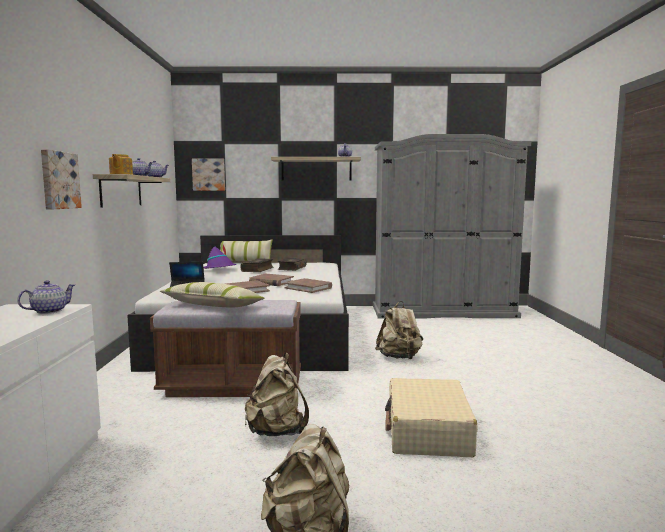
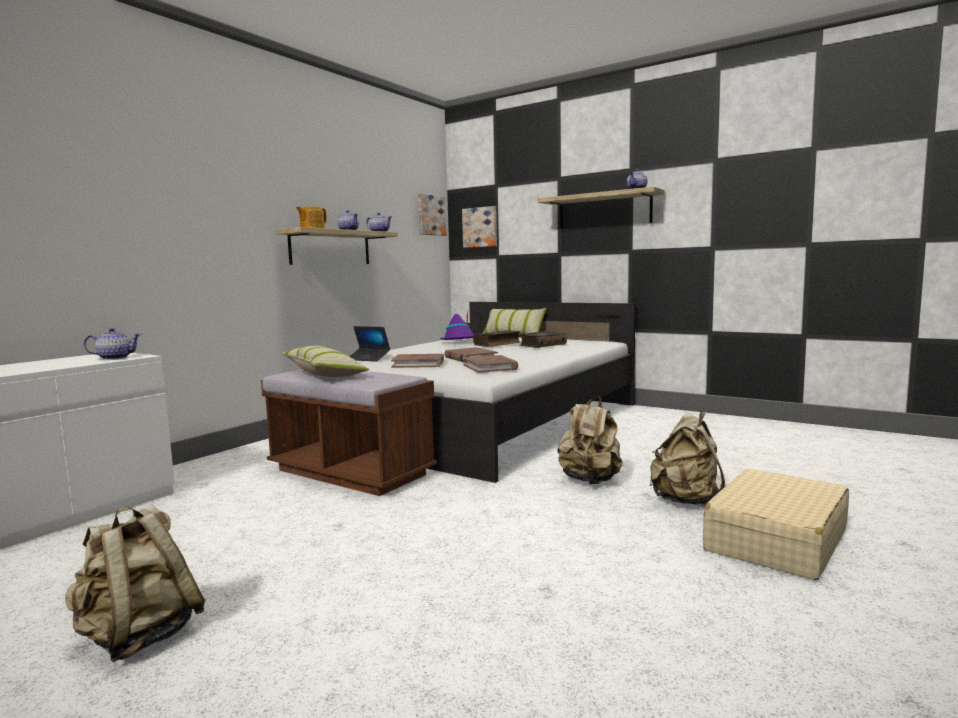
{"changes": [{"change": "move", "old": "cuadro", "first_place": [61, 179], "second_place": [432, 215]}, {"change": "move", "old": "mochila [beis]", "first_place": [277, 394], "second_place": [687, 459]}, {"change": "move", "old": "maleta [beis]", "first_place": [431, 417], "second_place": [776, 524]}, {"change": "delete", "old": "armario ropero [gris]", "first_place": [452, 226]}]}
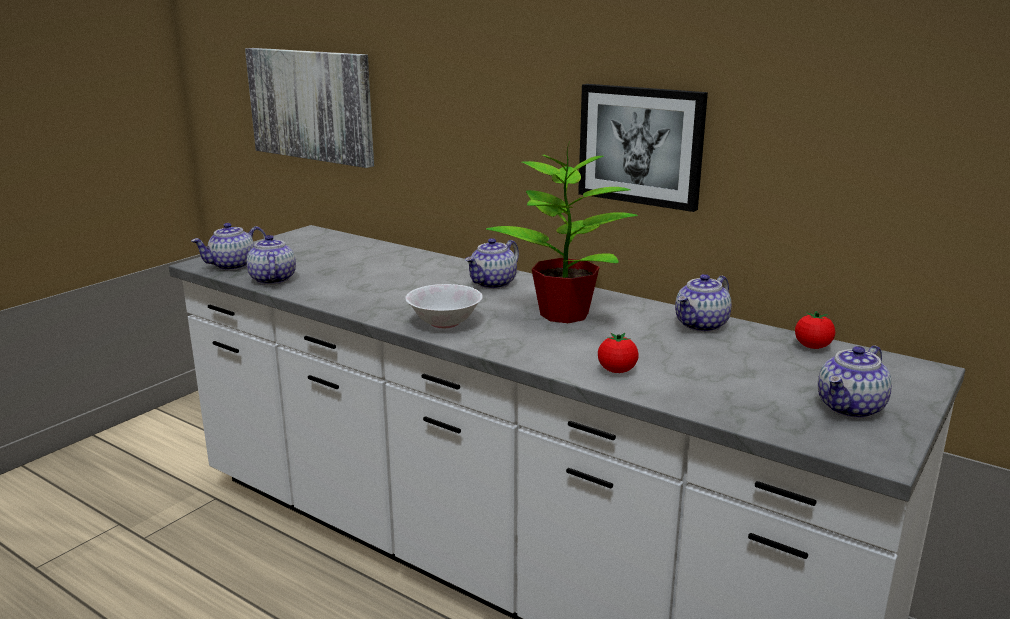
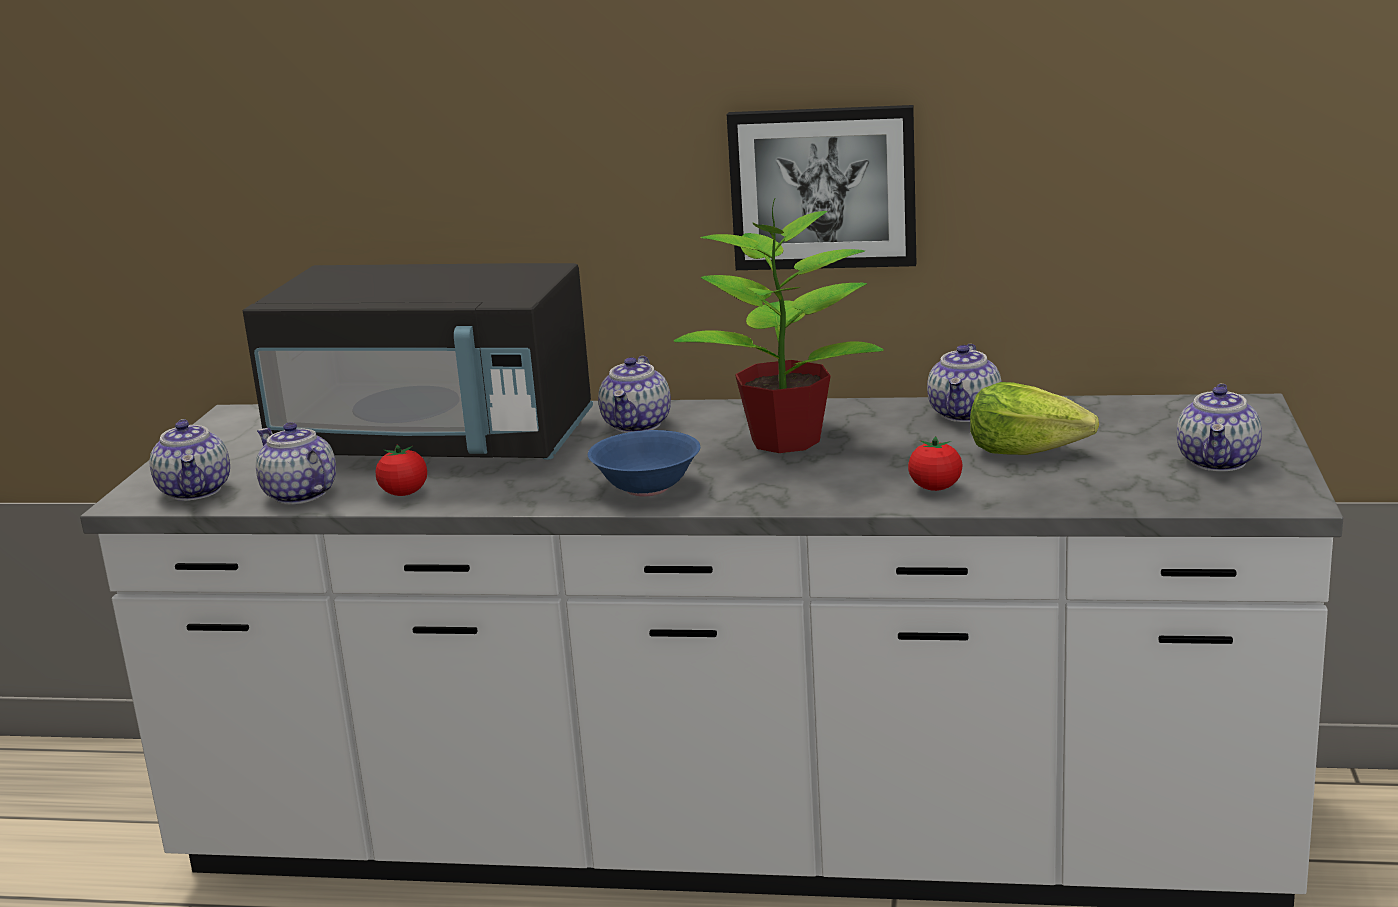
{"changes": [{"change": "rotate", "old": "tetera", "first_place": [228, 246], "second_place": [190, 460], "degrees": -45}, {"change": "insert", "new": "microondas [negro]", "second_place": [418, 361]}, {"change": "move", "old": "tomate", "first_place": [815, 330], "second_place": [401, 470]}, {"change": "recolor", "old": "cuenco [blanco]", "new": "cuenco [azul]", "first_place": [444, 306], "second_place": [644, 463]}, {"change": "insert", "new": "lechuga", "second_place": [1034, 418]}, {"change": "delete", "old": "cuadro", "first_place": [309, 108]}]}
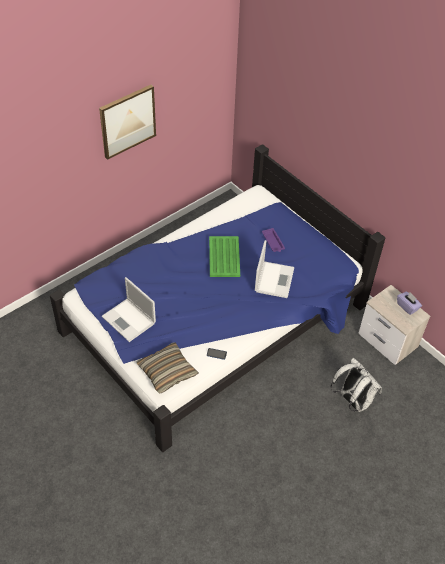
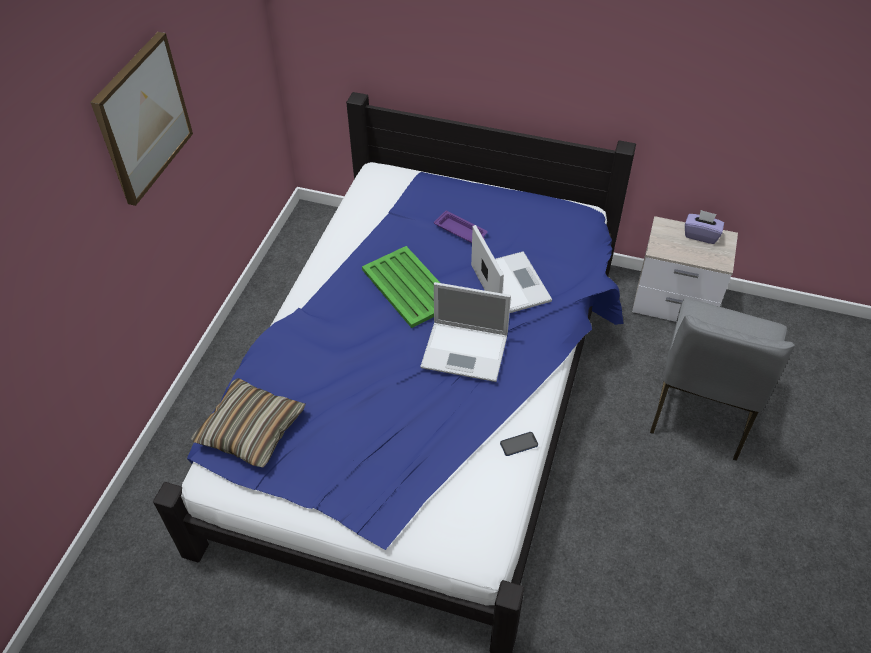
{"changes": [{"change": "move", "old": "cojín", "first_place": [167, 368], "second_place": [248, 422]}, {"change": "move", "old": "portátil", "first_place": [129, 309], "second_place": [465, 332]}, {"change": "replace", "old": "mochila [blanco]", "new": "silla [gris]", "first_place": [356, 385], "second_place": [722, 379]}]}
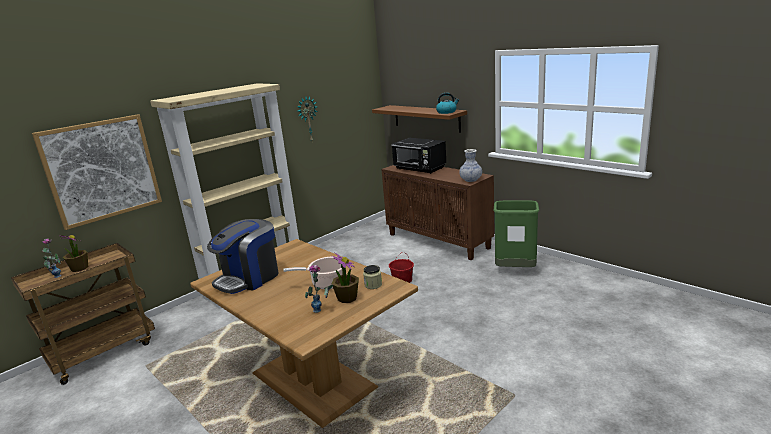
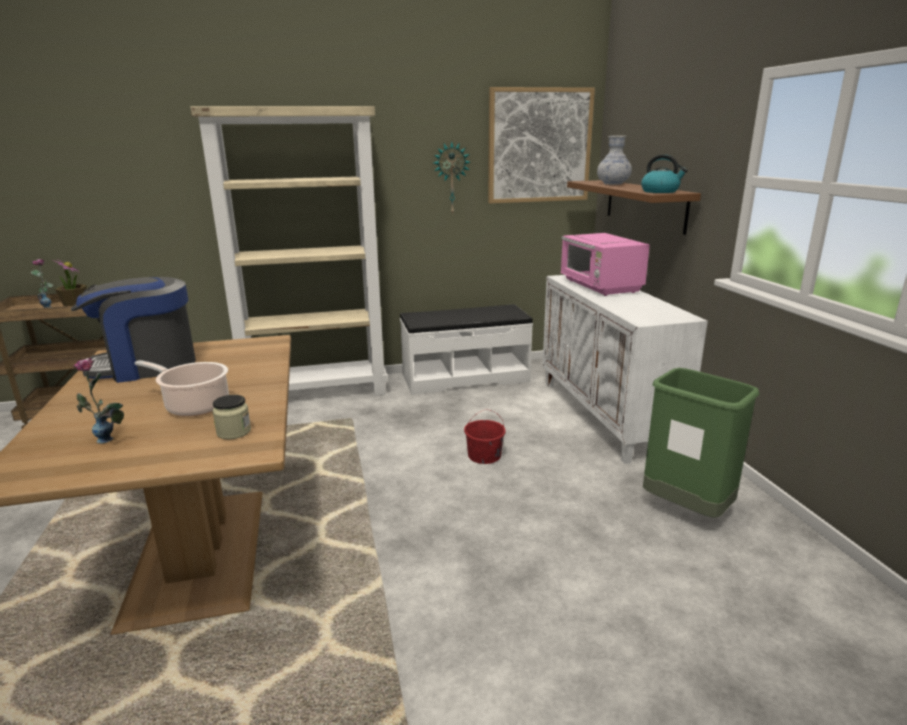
{"changes": [{"change": "insert", "new": "banco [blanco]", "second_place": [466, 349]}, {"change": "move", "old": "cuadro", "first_place": [97, 172], "second_place": [541, 145]}, {"change": "recolor", "old": "armario [marrón]", "new": "armario [blanco]", "first_place": [437, 212], "second_place": [625, 369]}, {"change": "recolor", "old": "microondas [negro]", "new": "microondas [rosa]", "first_place": [418, 156], "second_place": [605, 264]}, {"change": "move", "old": "florero", "first_place": [470, 165], "second_place": [614, 160]}, {"change": "delete", "old": "planta en maceta", "first_place": [345, 277]}]}
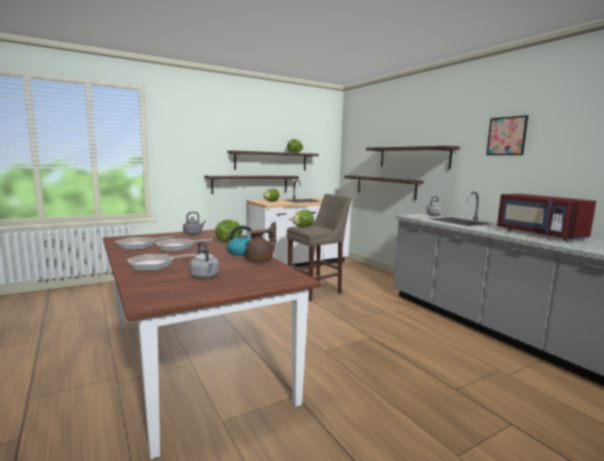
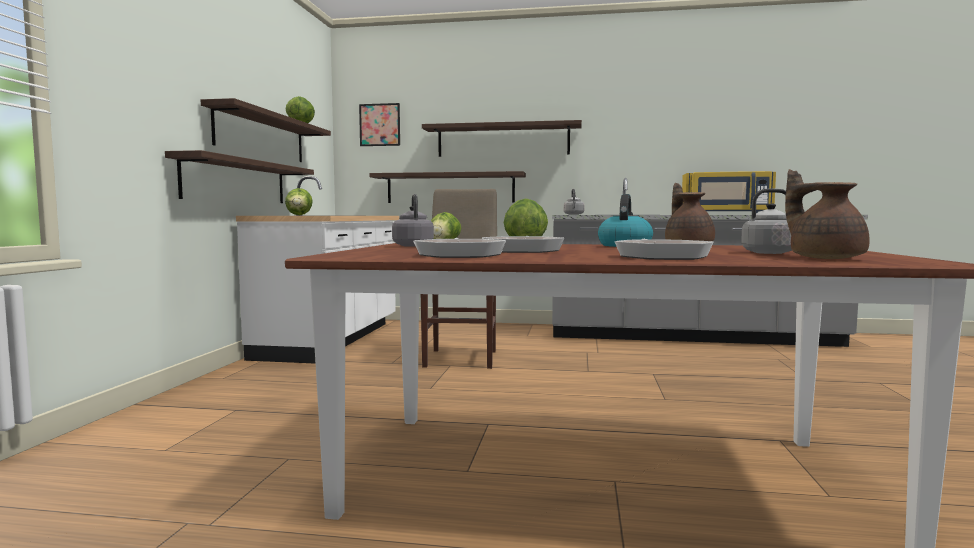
{"changes": [{"change": "move", "old": "cuadro", "first_place": [507, 135], "second_place": [379, 124]}, {"change": "recolor", "old": "microondas [rojo]", "new": "microondas [amarillo]", "first_place": [546, 217], "second_place": [729, 192]}, {"change": "insert", "new": "tetera [marrón]", "second_place": [827, 214]}]}
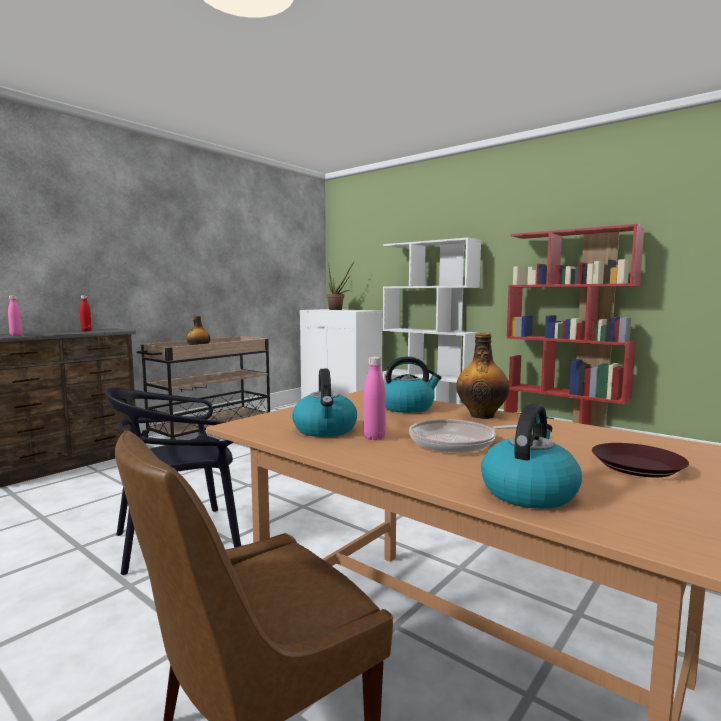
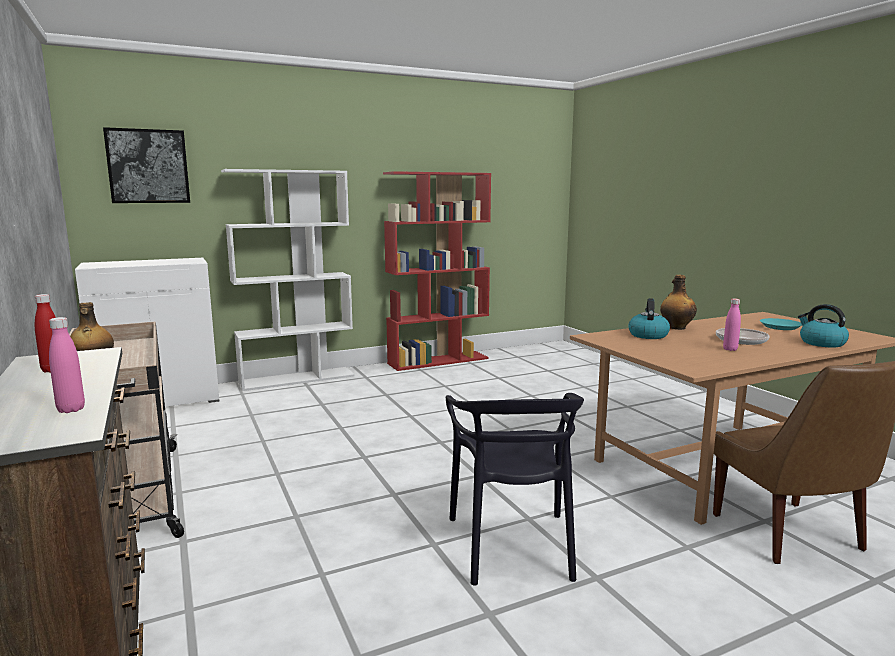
{"changes": [{"change": "insert", "new": "cuadro", "second_place": [146, 165]}, {"change": "recolor", "old": "plato [marrón]", "new": "plato [turquesa]", "first_place": [640, 460], "second_place": [781, 324]}, {"change": "delete", "old": "hervidor", "first_place": [324, 403]}, {"change": "delete", "old": "planta en maceta", "first_place": [340, 286]}]}
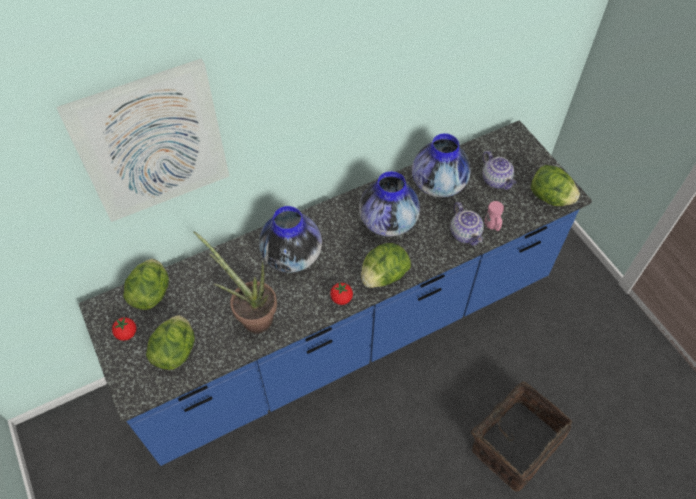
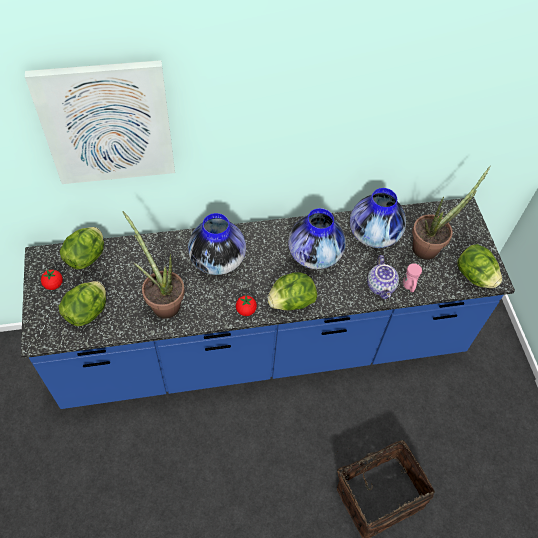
{"changes": [{"change": "replace", "old": "tetera", "new": "planta en maceta", "first_place": [500, 170], "second_place": [451, 213]}]}
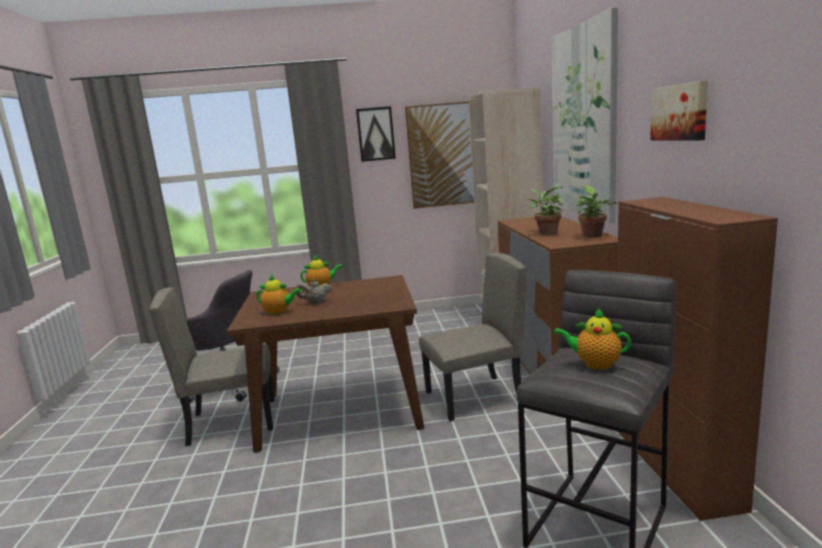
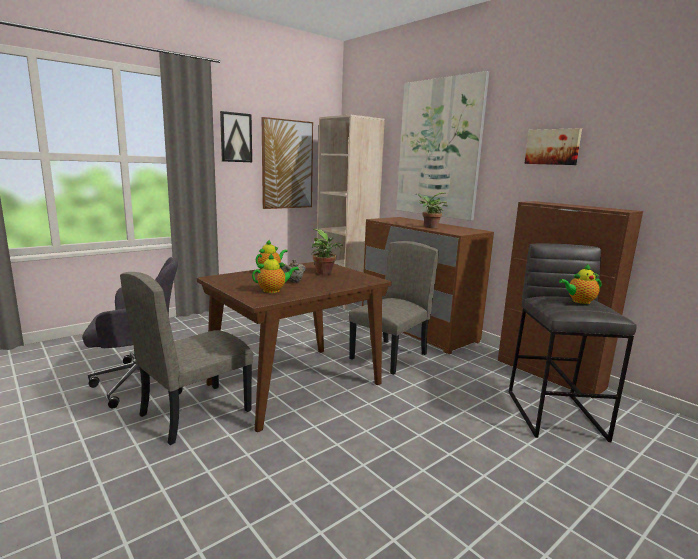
{"changes": [{"change": "move", "old": "planta en maceta", "first_place": [596, 211], "second_place": [327, 252]}]}
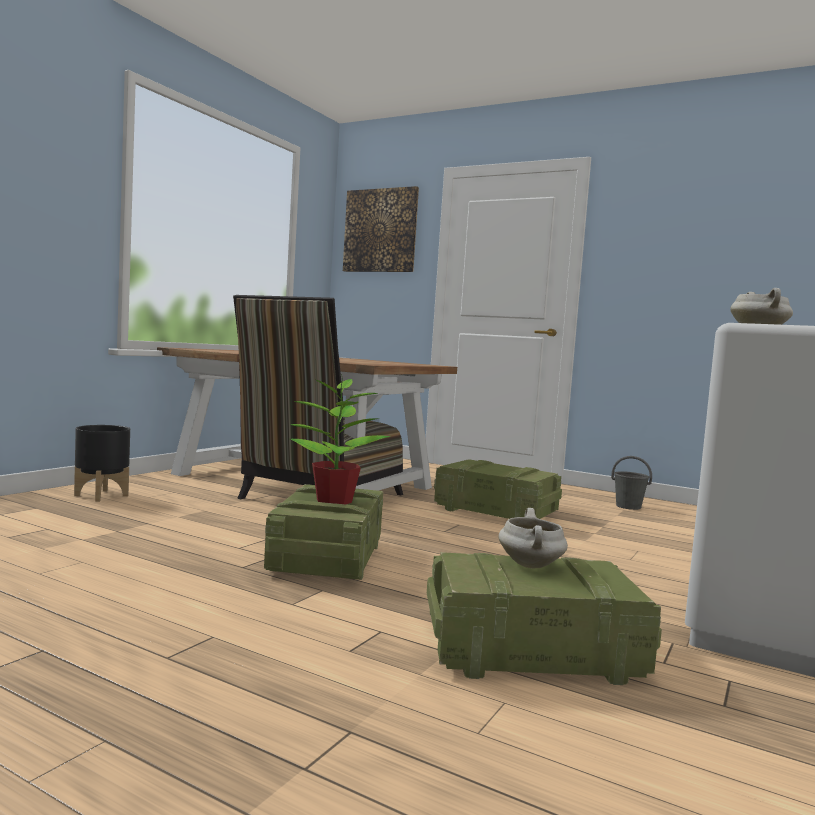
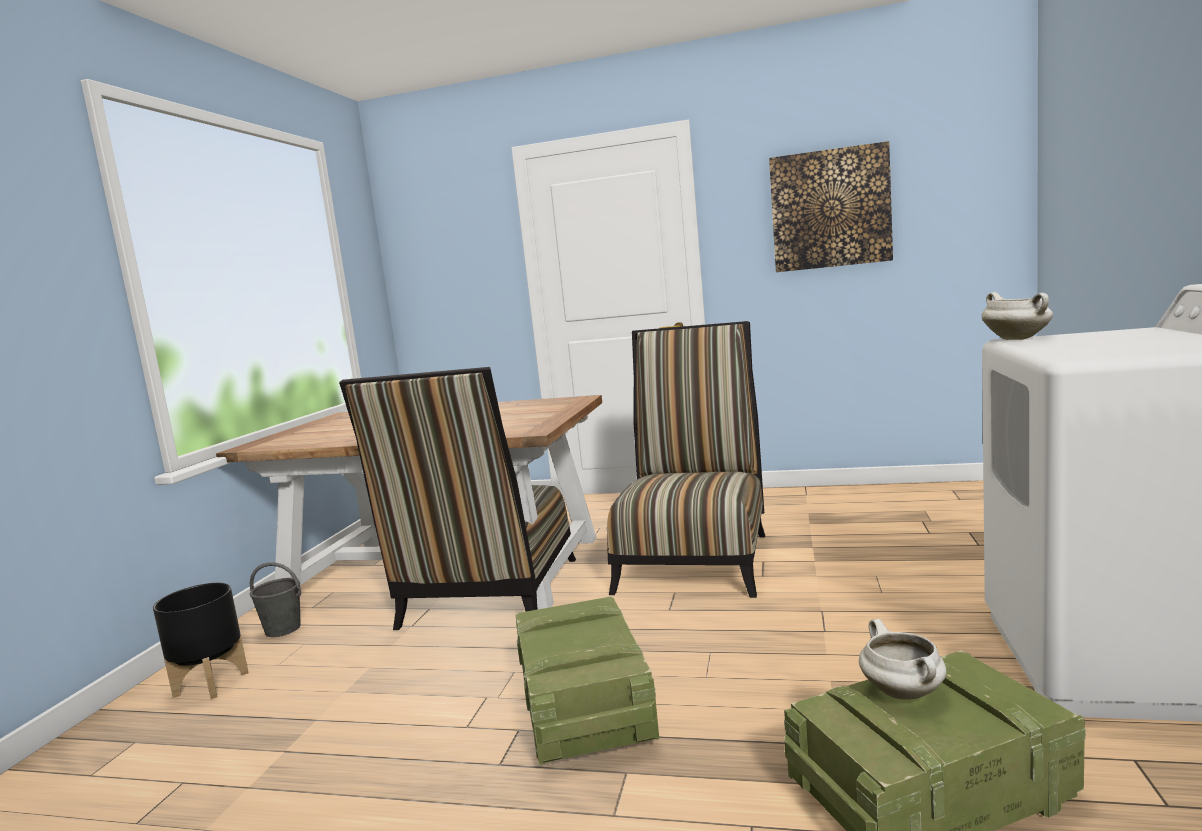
{"changes": [{"change": "move", "old": "cubo [gris]", "first_place": [631, 483], "second_place": [275, 599]}, {"change": "replace", "old": "caja de embalaje", "new": "silla", "first_place": [498, 489], "second_place": [686, 459]}, {"change": "move", "old": "cuadro", "first_place": [381, 229], "second_place": [831, 206]}, {"change": "delete", "old": "planta en maceta", "first_place": [340, 439]}]}
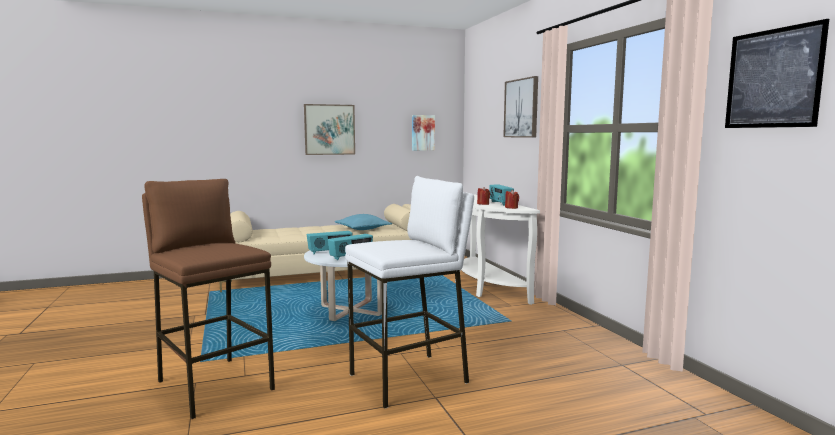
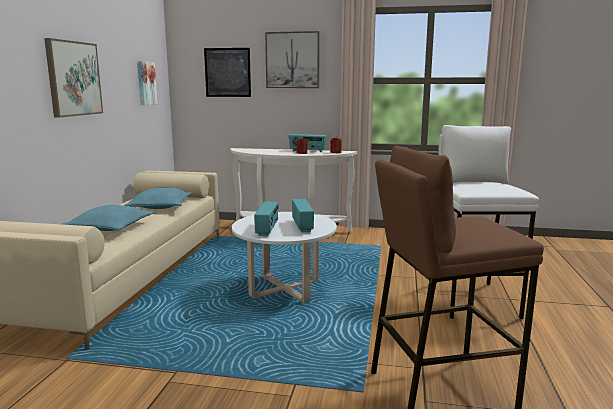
{"changes": [{"change": "insert", "new": "cojín [turquesa]", "second_place": [108, 218]}, {"change": "move", "old": "cuadro", "first_place": [777, 73], "second_place": [227, 72]}]}
